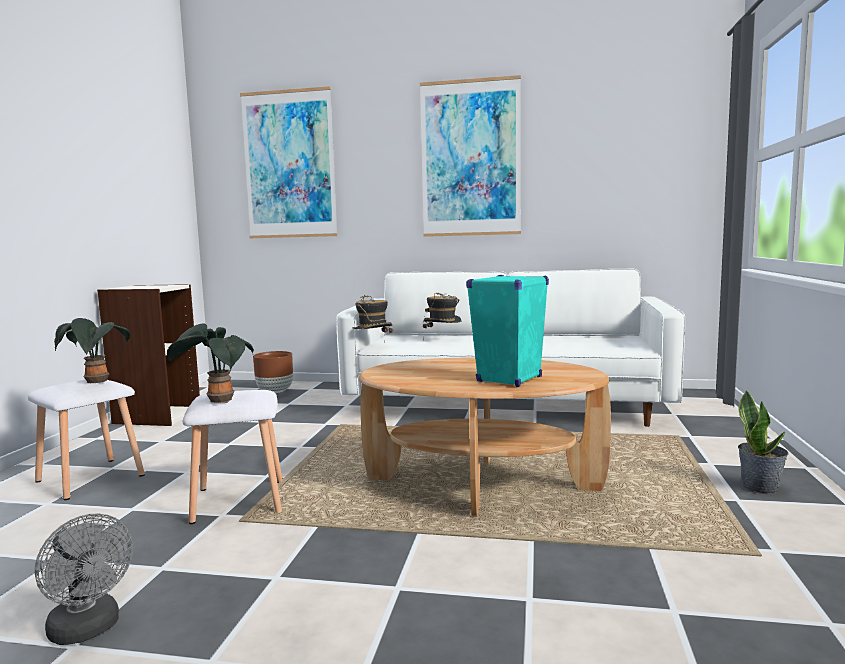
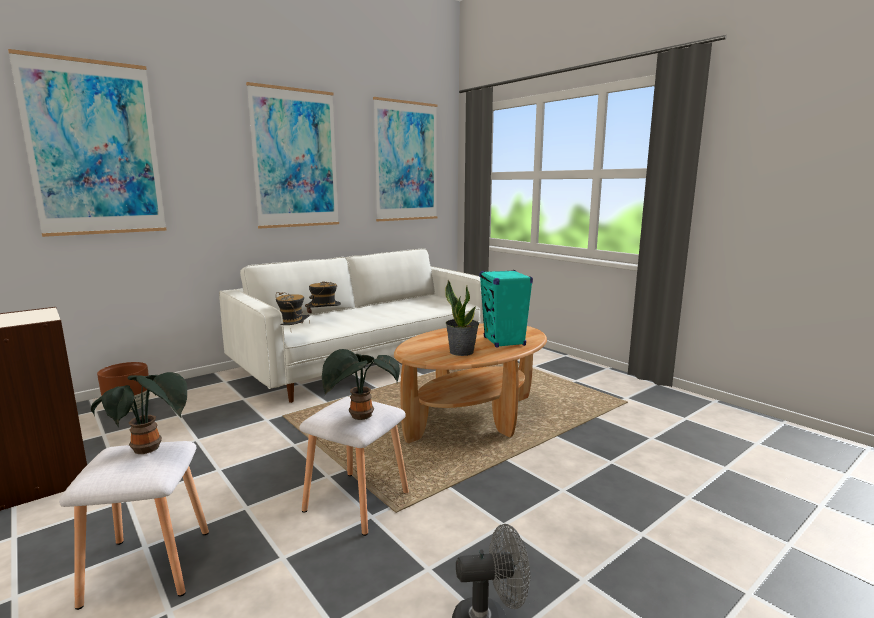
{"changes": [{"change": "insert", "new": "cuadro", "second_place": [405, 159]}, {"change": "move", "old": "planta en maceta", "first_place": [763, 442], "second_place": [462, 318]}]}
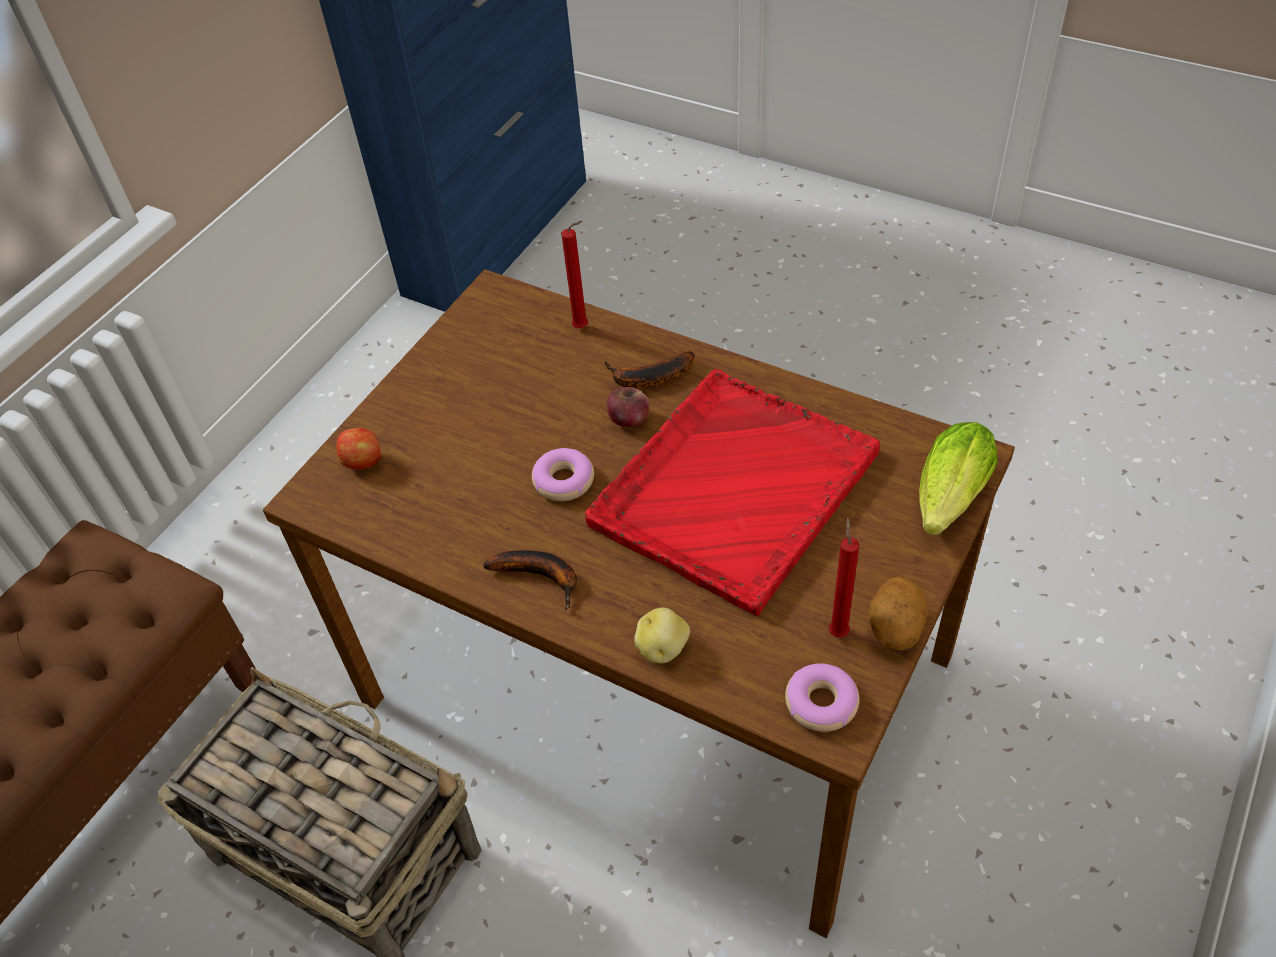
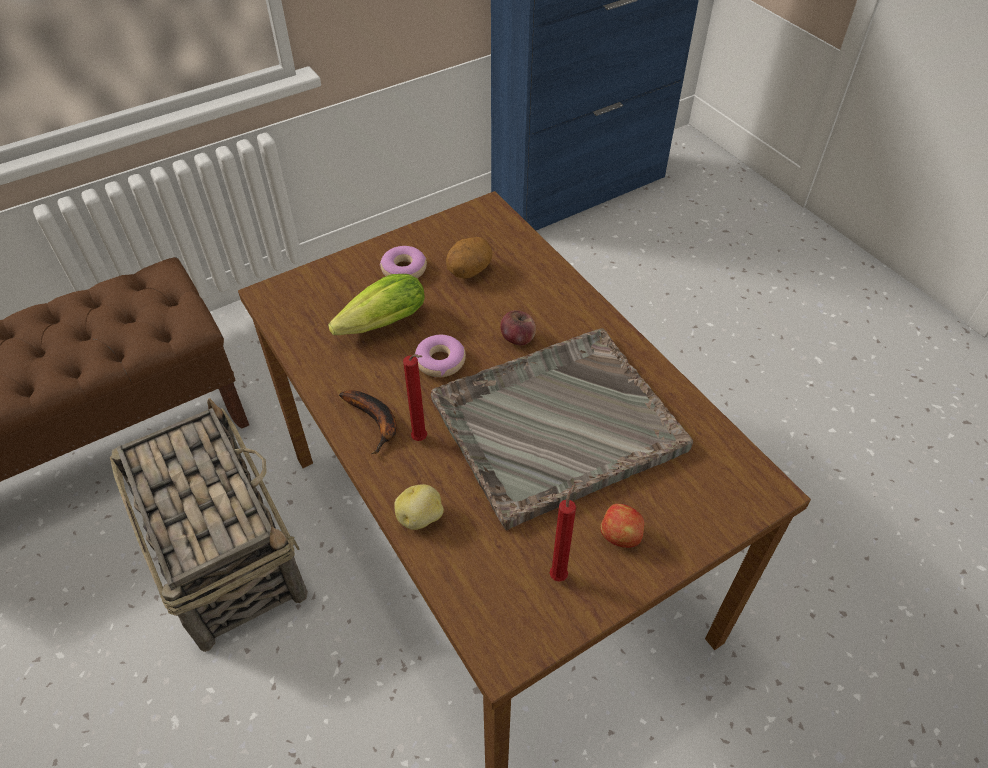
{"changes": [{"change": "move", "old": "lechuga", "first_place": [958, 478], "second_place": [376, 304]}, {"change": "move", "old": "rosquilla", "first_place": [822, 697], "second_place": [403, 262]}, {"change": "move", "old": "vela [rojo]", "first_place": [574, 274], "second_place": [415, 397]}, {"change": "recolor", "old": "bandeja [rojo]", "new": "bandeja [gris]", "first_place": [732, 492], "second_place": [562, 429]}, {"change": "move", "old": "patata", "first_place": [898, 614], "second_place": [469, 258]}, {"change": "move", "old": "manzana", "first_place": [358, 449], "second_place": [622, 526]}, {"change": "delete", "old": "plátano", "first_place": [650, 370]}]}
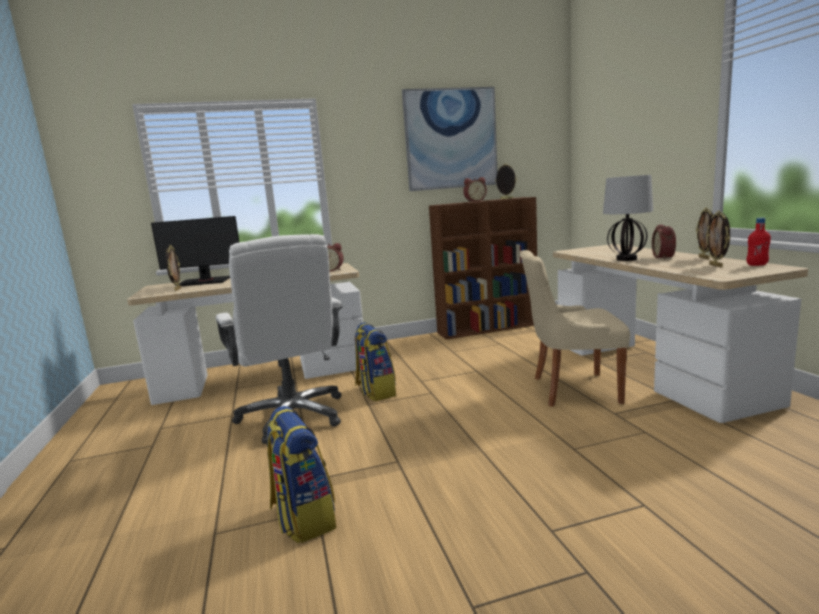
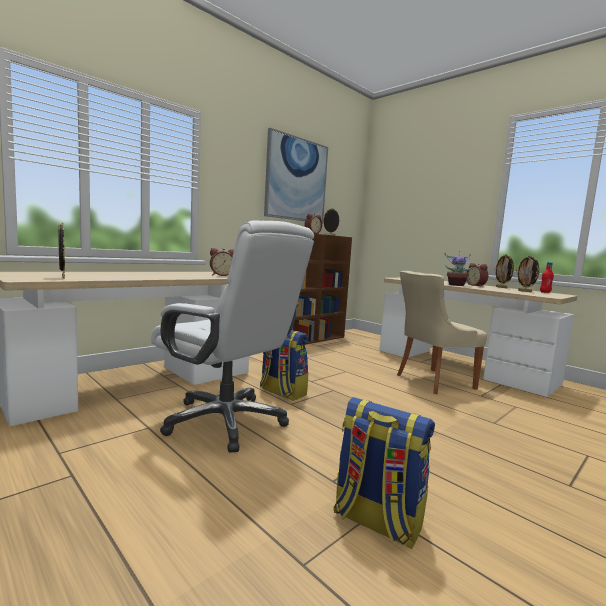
{"changes": [{"change": "replace", "old": "lámpara de mesa", "new": "planta en maceta", "first_place": [628, 218], "second_place": [458, 268]}, {"change": "delete", "old": "monitor", "first_place": [195, 251]}]}
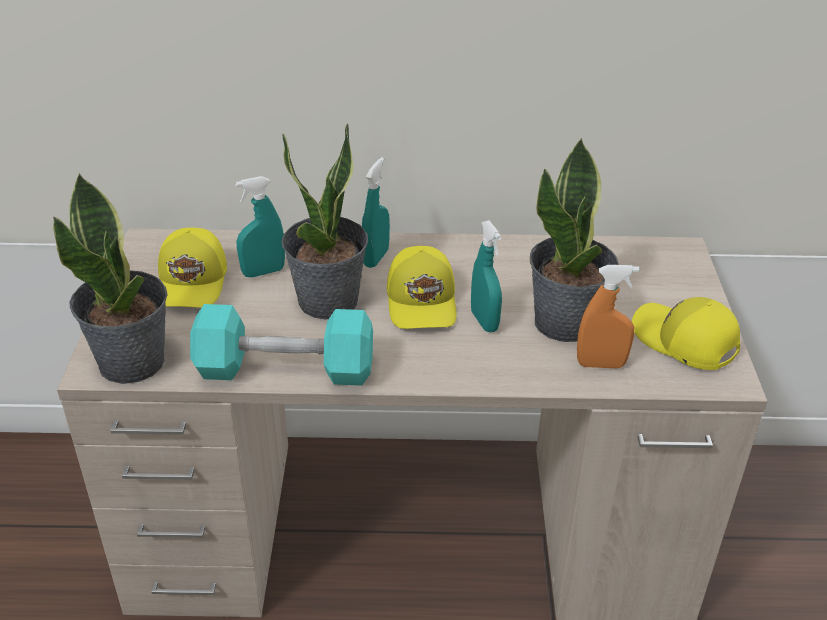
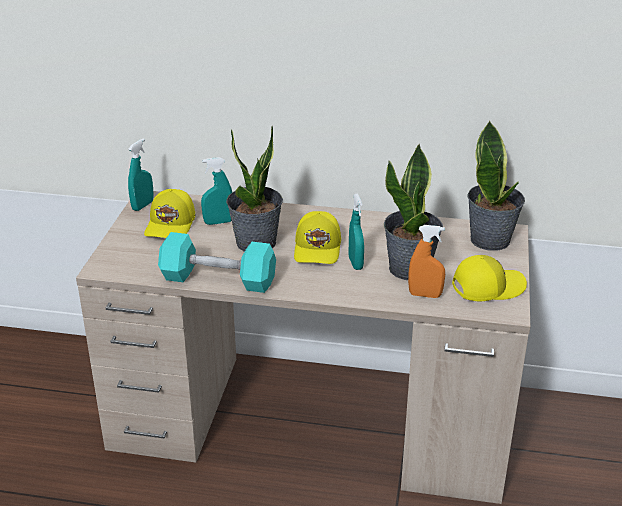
{"changes": [{"change": "move", "old": "pulverizador [turquesa]", "first_place": [376, 212], "second_place": [141, 174]}, {"change": "rotate", "old": "gorra [amarillo]", "first_place": [686, 333], "second_place": [489, 278], "degrees": 105}, {"change": "move", "old": "planta en maceta", "first_place": [110, 278], "second_place": [496, 185]}]}
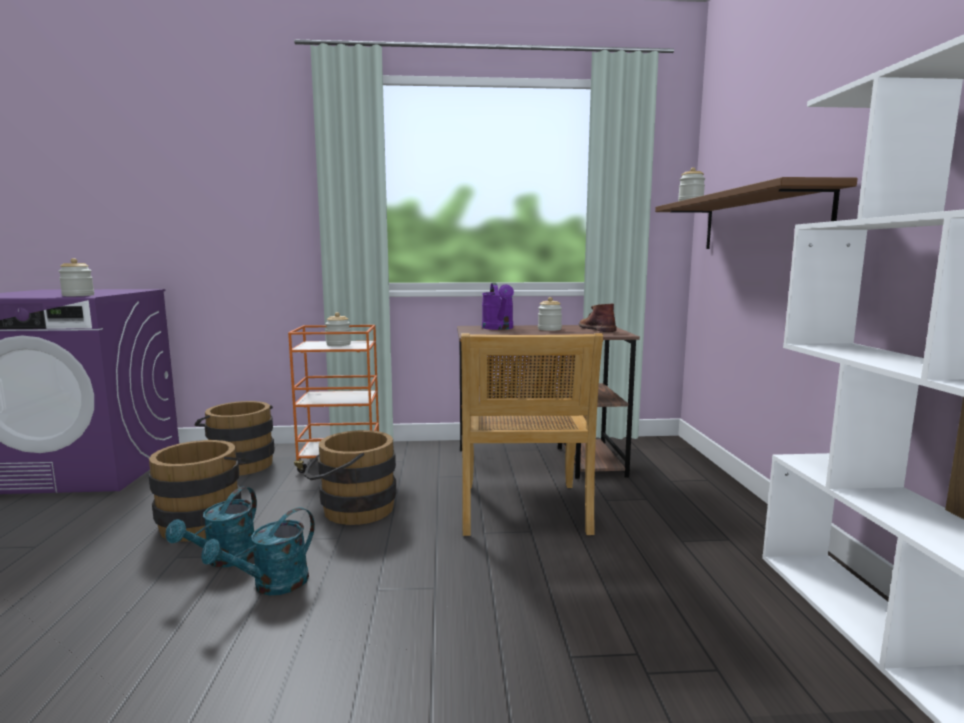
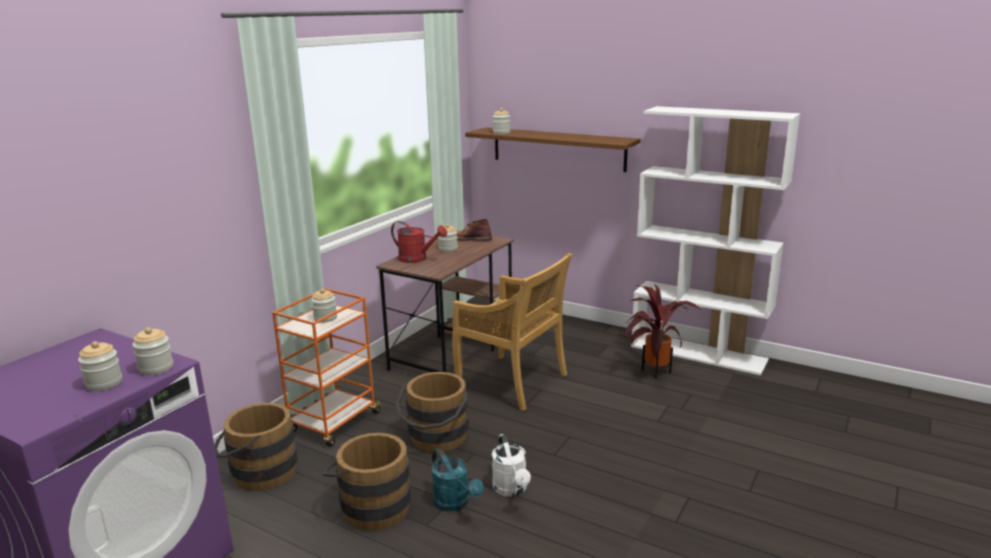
{"changes": [{"change": "insert", "new": "tarro", "second_place": [100, 366]}, {"change": "recolor", "old": "regadera [morado]", "new": "regadera [rojo]", "first_place": [498, 306], "second_place": [419, 242]}, {"change": "recolor", "old": "regadera [turquesa]", "new": "regadera [blanco]", "first_place": [258, 551], "second_place": [511, 465]}, {"change": "insert", "new": "planta en maceta", "second_place": [662, 331]}]}
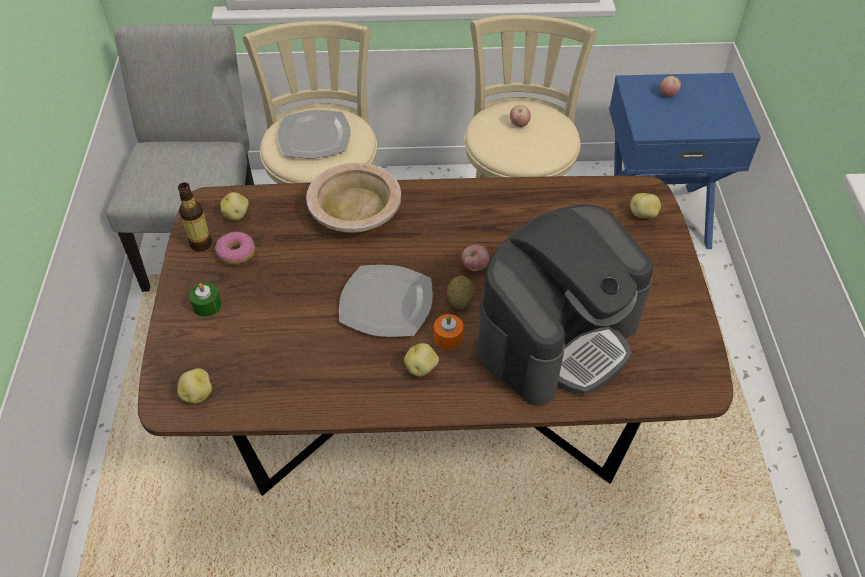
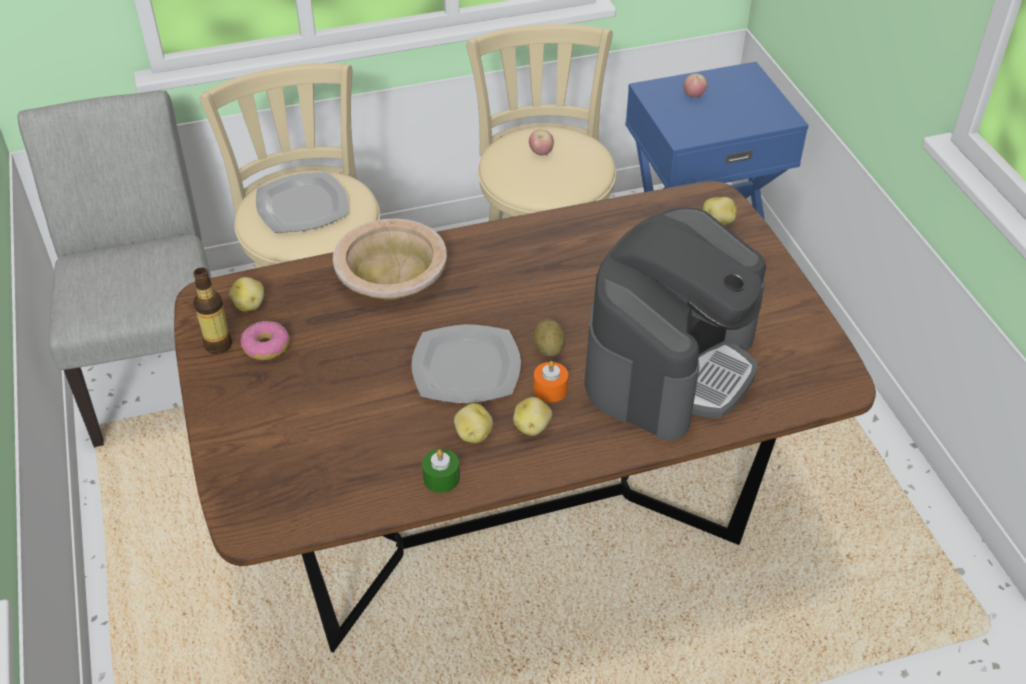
{"changes": [{"change": "move", "old": "vela [verde]", "first_place": [205, 300], "second_place": [441, 471]}, {"change": "move", "old": "patata", "first_place": [194, 386], "second_place": [473, 423]}, {"change": "delete", "old": "manzana", "first_place": [475, 258]}]}
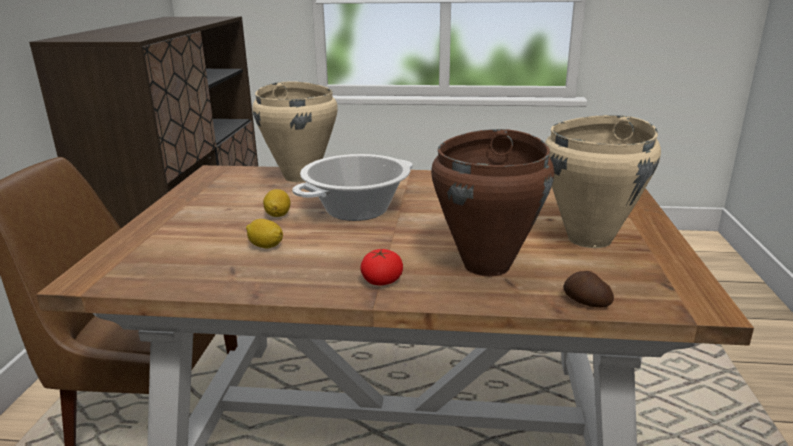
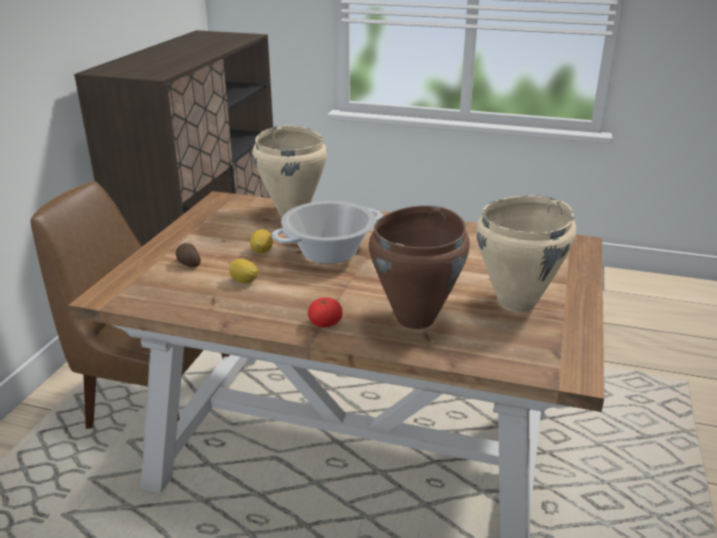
{"changes": [{"change": "move", "old": "patata", "first_place": [588, 289], "second_place": [188, 255]}]}
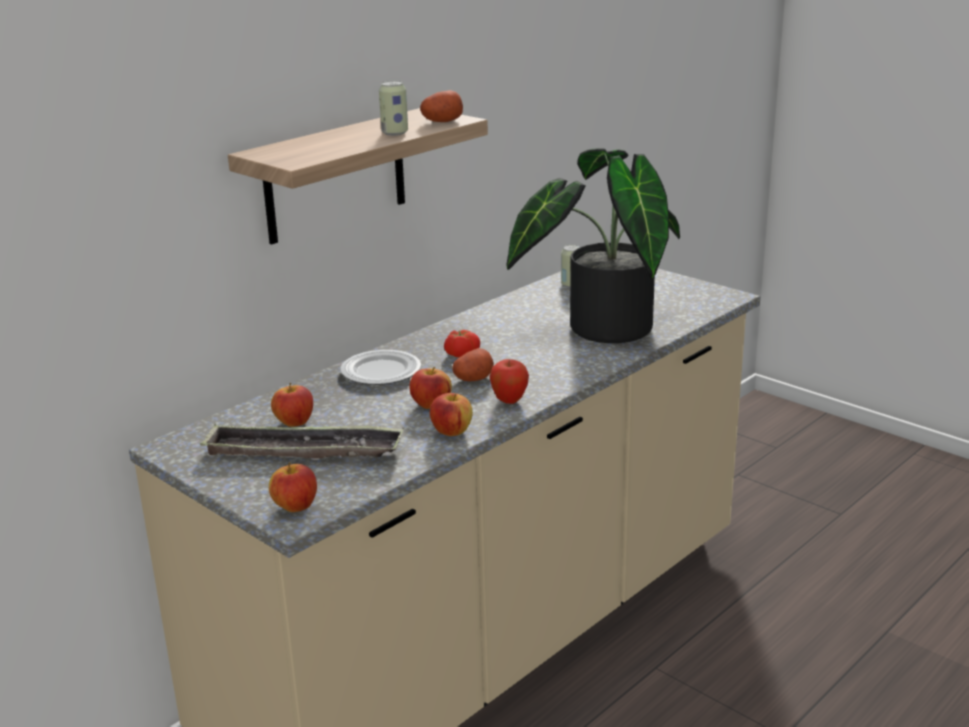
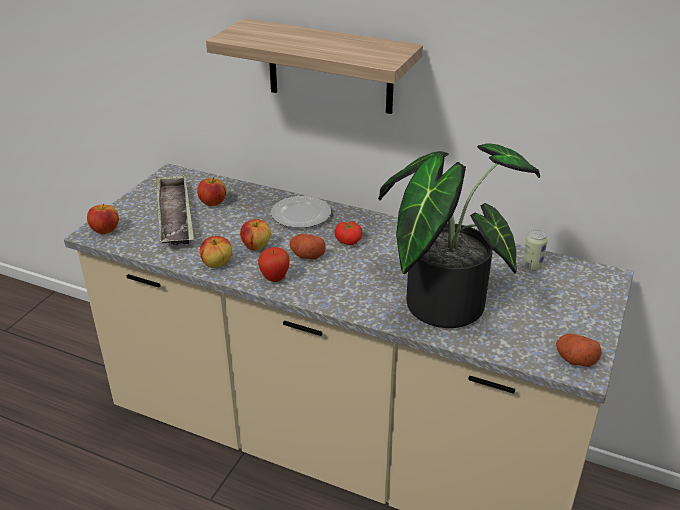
{"changes": [{"change": "move", "old": "patata", "first_place": [441, 106], "second_place": [579, 350]}, {"change": "delete", "old": "lata", "first_place": [393, 108]}]}
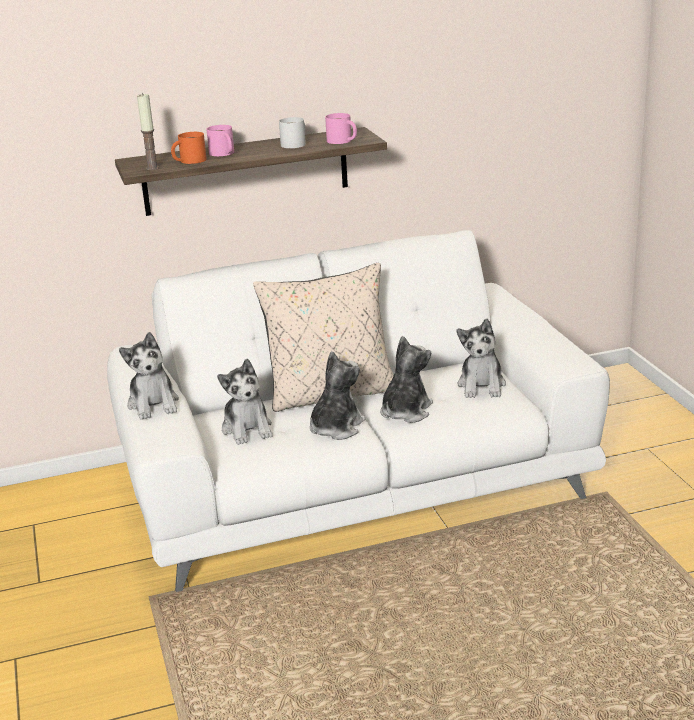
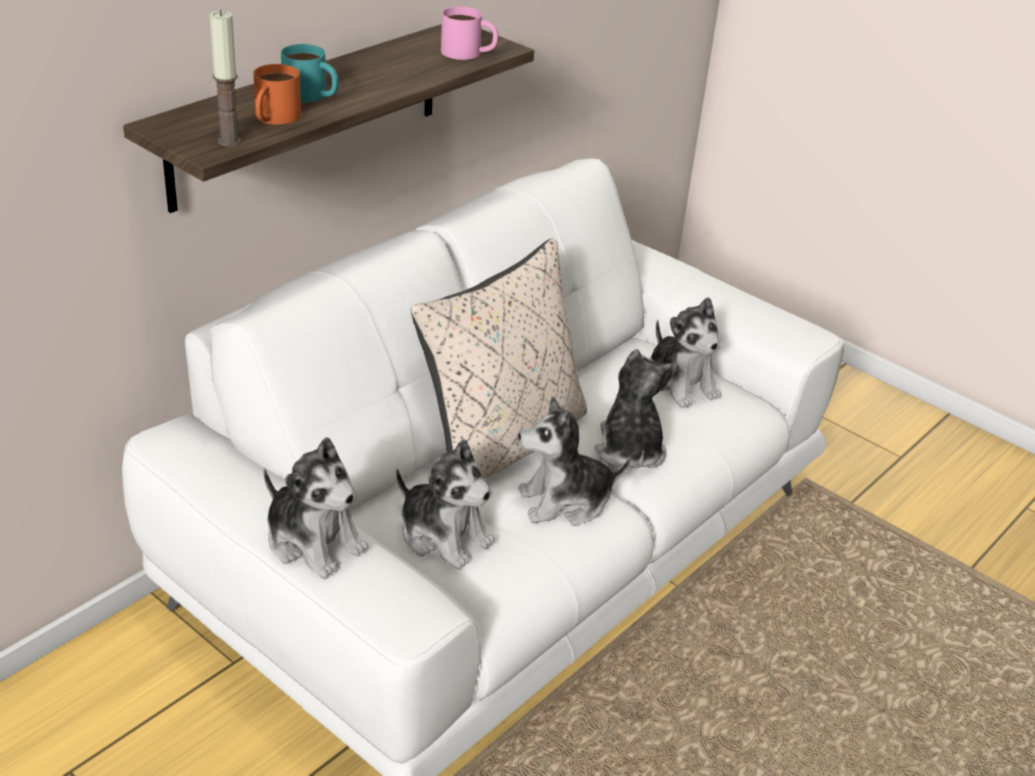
{"changes": [{"change": "recolor", "old": "taza grande [rosa]", "new": "taza grande [turquesa]", "first_place": [220, 140], "second_place": [309, 73]}, {"change": "rotate", "old": "peluche", "first_place": [338, 395], "second_place": [574, 461], "degrees": -105}, {"change": "delete", "old": "taza grande [blanco]", "first_place": [292, 132]}]}
